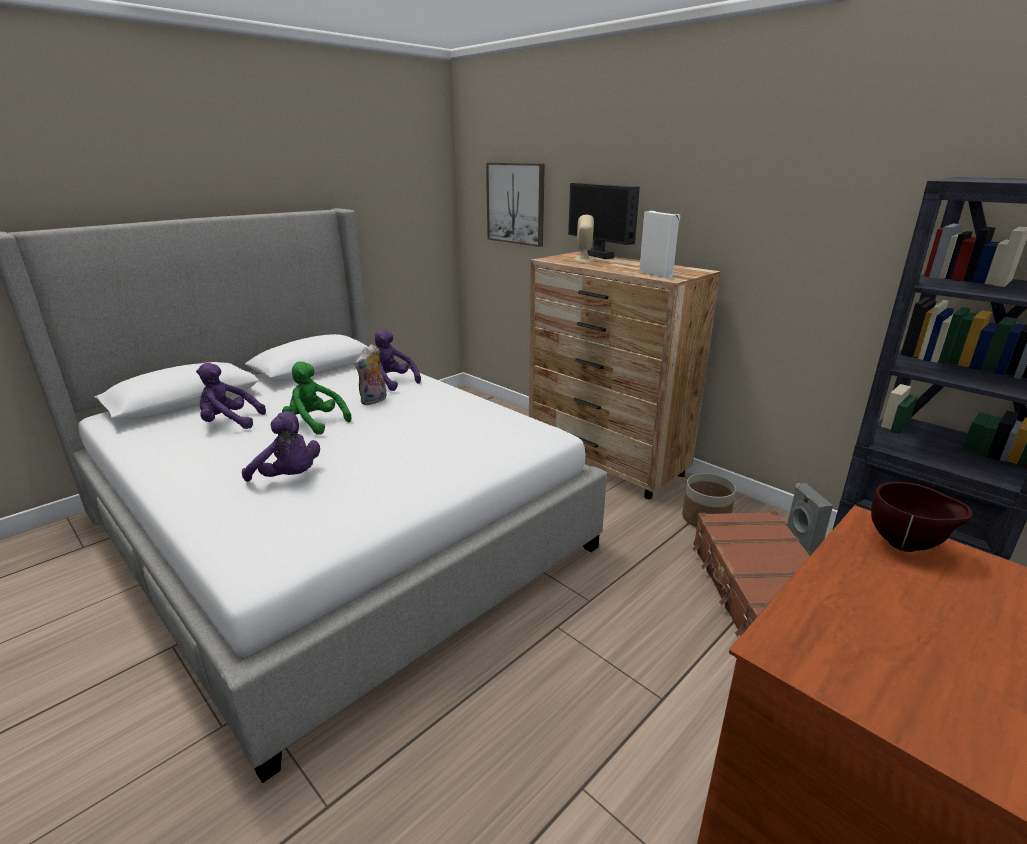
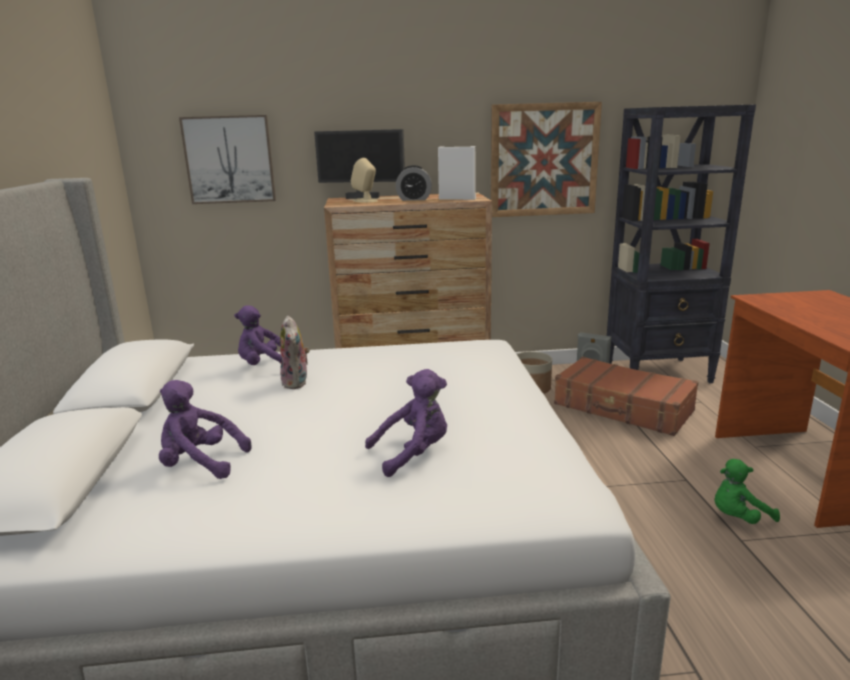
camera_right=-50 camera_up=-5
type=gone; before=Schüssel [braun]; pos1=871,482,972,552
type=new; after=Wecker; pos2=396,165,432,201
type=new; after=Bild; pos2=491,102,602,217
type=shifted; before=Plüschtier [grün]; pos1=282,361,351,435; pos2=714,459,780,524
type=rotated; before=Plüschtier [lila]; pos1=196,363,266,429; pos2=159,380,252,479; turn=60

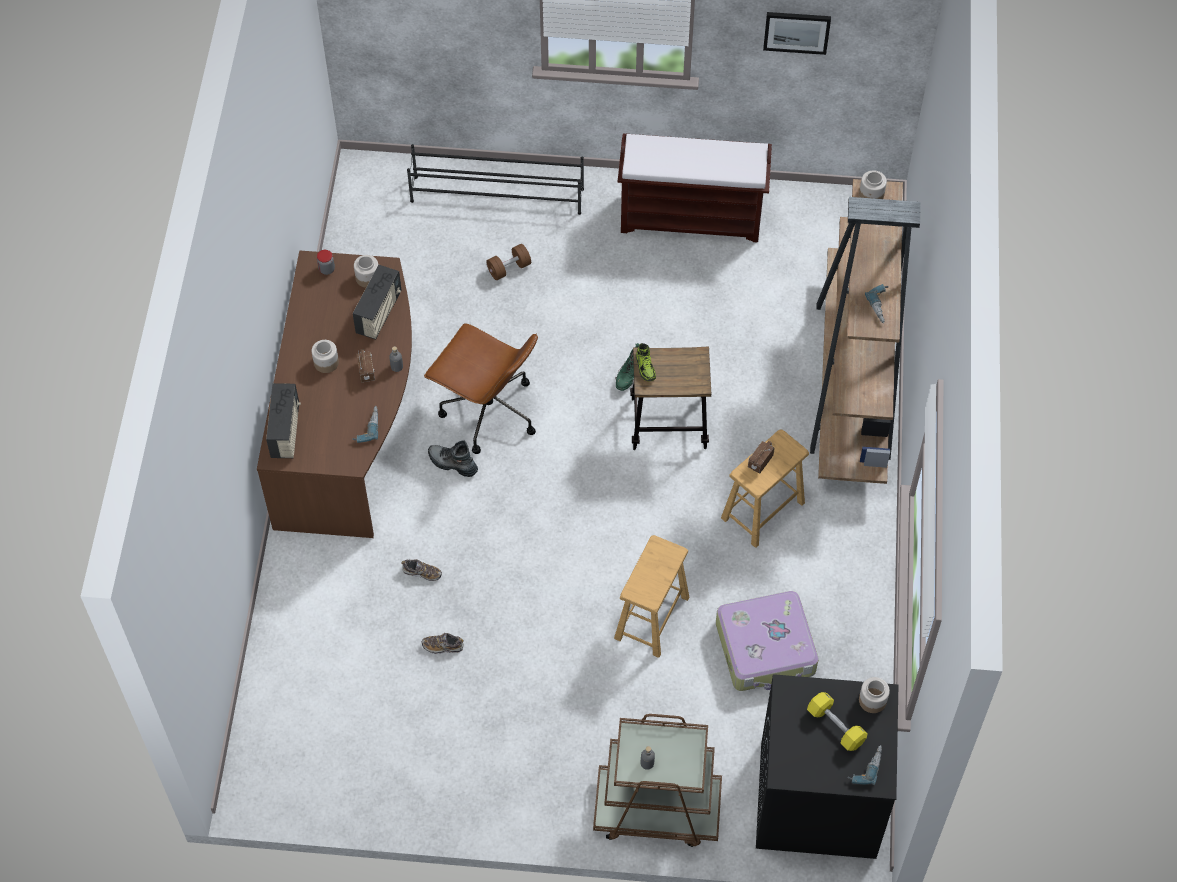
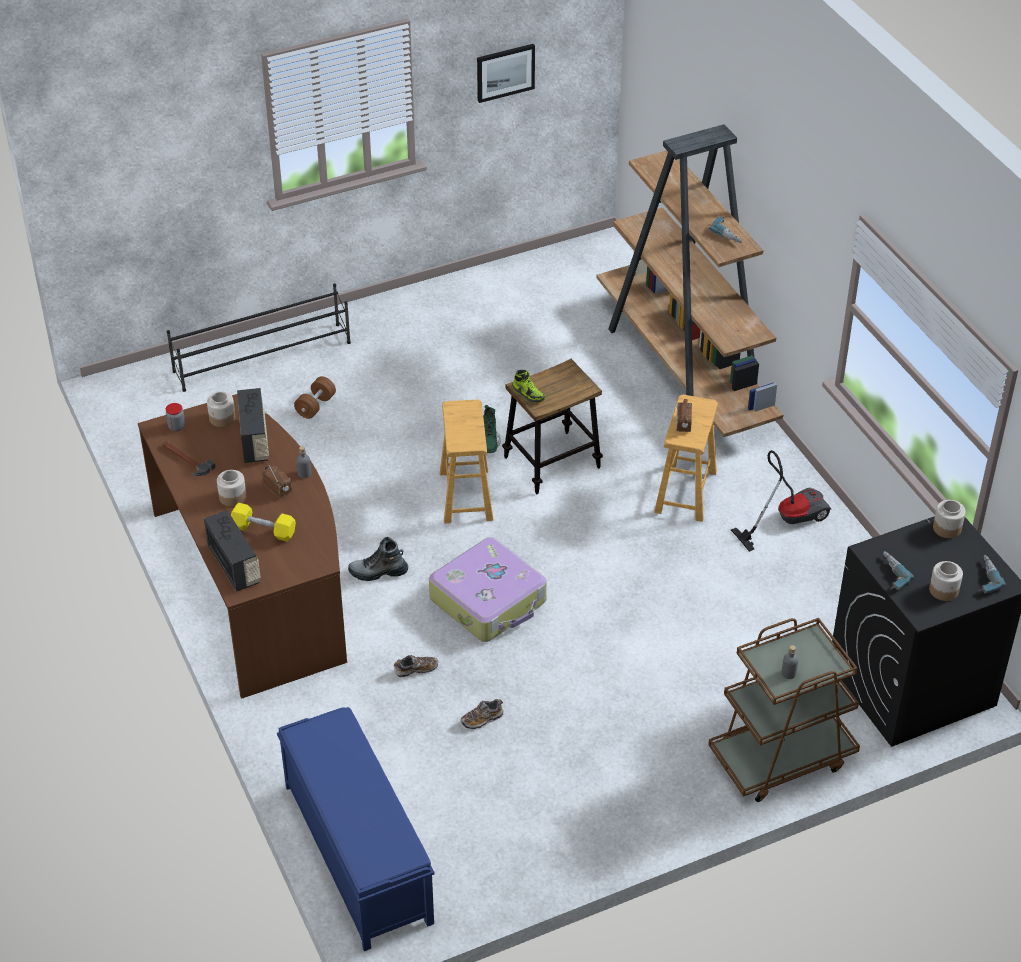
camera_right=-30 camera_up=-15
type=gone; before=Bürostuhl [braun]; pos1=424,323,538,454
type=gone; before=Bank [braun]; pos1=618,134,772,243
type=new; after=Hammer; pos2=163,441,216,476
type=new; after=Bank [blau]; pos2=277,707,435,951
type=new; after=Staubsauger; pos2=731,450,831,552
type=shifted; before=Bohrmaschine; pos1=352,406,378,443; pos2=883,551,914,590
type=shifted; before=Hocker [braun]; pos1=614,535,689,658; pos2=440,399,493,524
type=shifted; before=Koffer; pos1=716,591,819,691; pos2=429,537,547,642
type=shifted; before=Hantel [gelb]; pos1=807,692,868,751; pos2=231,502,296,542
type=shifted; before=Vorratsglas; pos1=859,170,887,199; pos2=929,561,963,601

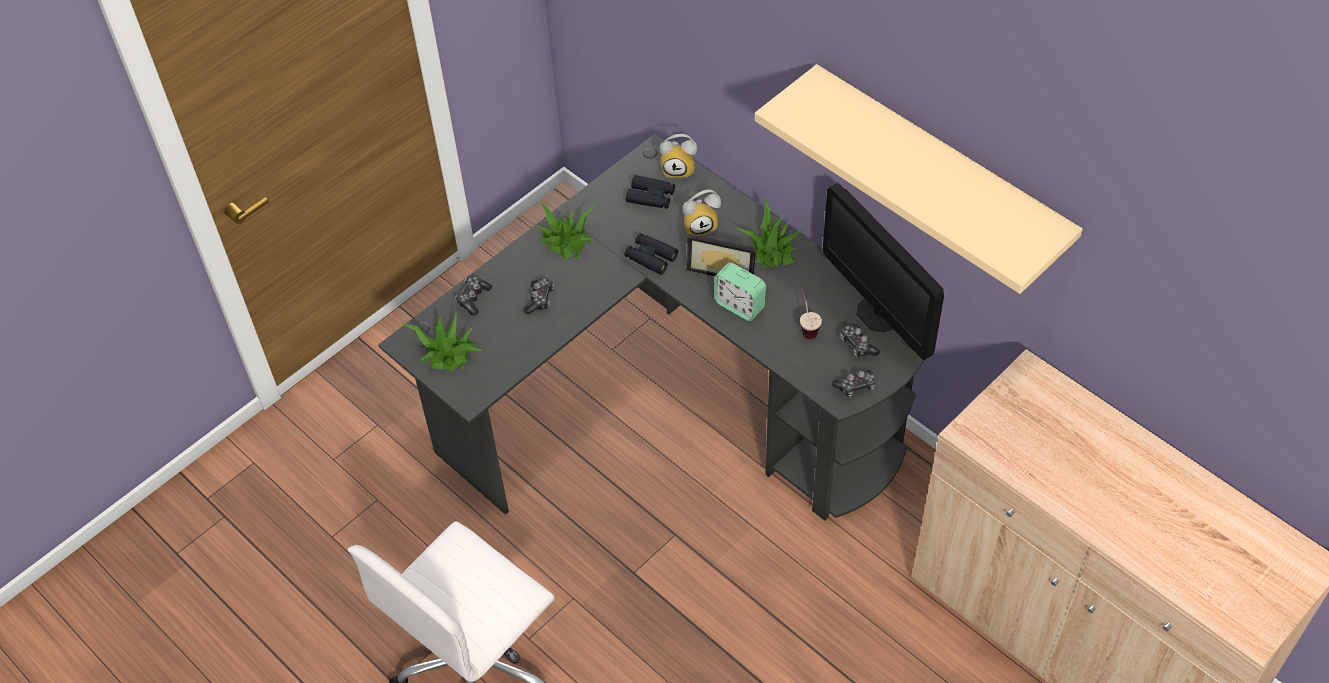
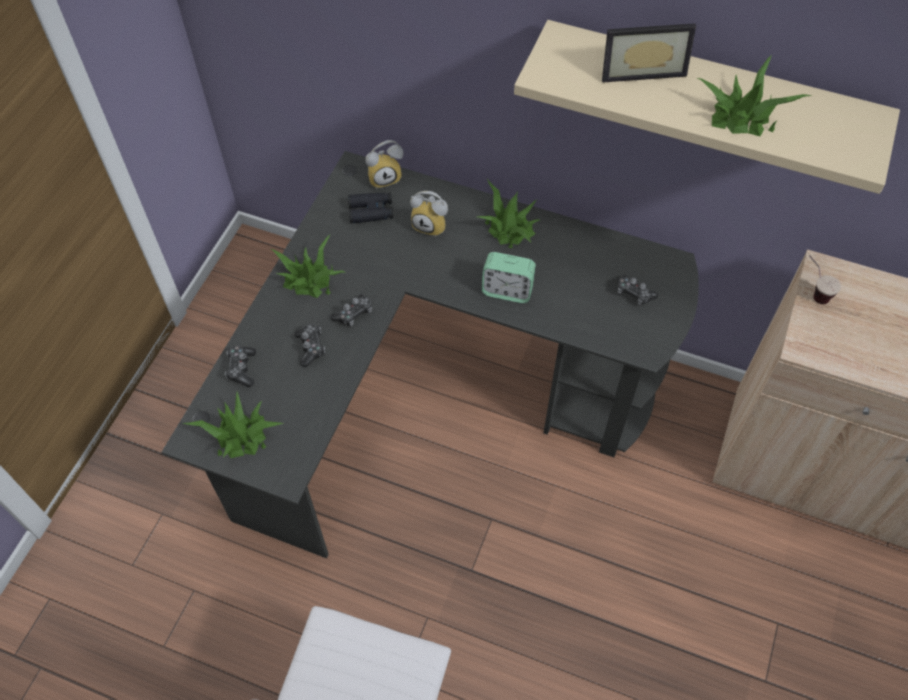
camera_right=-25 camera_up=5
type=gone; before=Fernglas [schwarz]; pos1=624,233,678,275
type=gone; before=Monitor; pos1=823,183,944,360
type=new; after=Topfpflanze; pos2=697,55,812,136
type=shifted; before=Bilderrahmen; pos1=686,234,756,276; pos2=602,23,696,82
type=shifted; before=Tasse; pos1=800,290,822,339; pos2=809,255,841,304
type=shifted; before=Gamepad; pos1=832,370,876,398; pos2=331,294,372,327
type=rotated; before=Wecker; pos1=682,189,721,236; pos2=410,191,448,237; turn=60

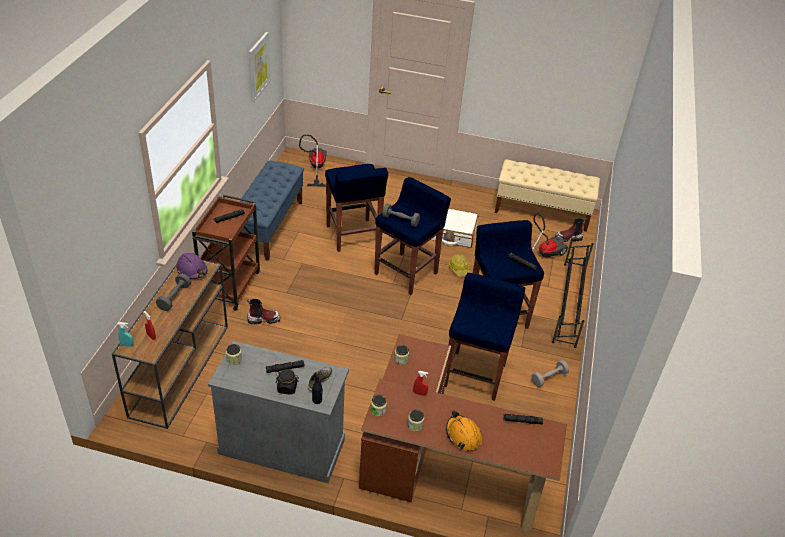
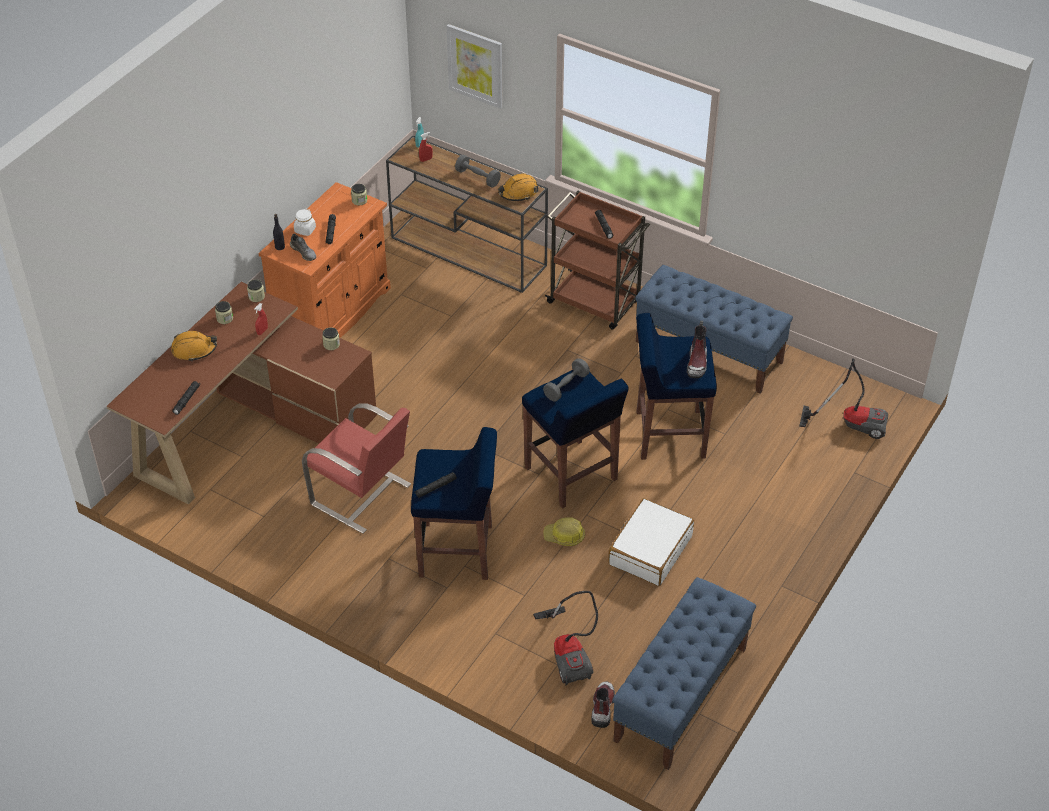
camera_right=110 camera_up=5
type=gone; before=Hantel [grau]; pos1=531,360,569,387
type=gone; before=Schuhregal [schwarz]; pos1=552,238,594,348
type=shifted; before=Stiefel; pos1=247,299,280,324; pos2=687,321,707,378
type=shifted; before=Bild; pos1=249,32,271,102; pos2=446,24,503,109
type=swapped; before=Hocker [blau]; after=Stuhl [rot]; pos1=445,273,525,401; pos2=302,403,411,534
type=repainted; before=Schutzhelm [lila]; after=Schutzhelm [orange]; pos1=176,253,208,279; pos2=498,173,538,201
type=repainted; before=Schrank [grau]; after=Schrank [orange]; pos1=208,341,349,483; pos2=259,182,391,338
type=repainted; before=Vorratsglas [schwarz]; after=Vorratsglas [weiß]; pos1=276,369,299,395; pos2=294,208,316,236
type=repainted; before=Bank [beige]; after=Bank [blau]; pos1=495,159,600,232; pos2=613,577,756,770

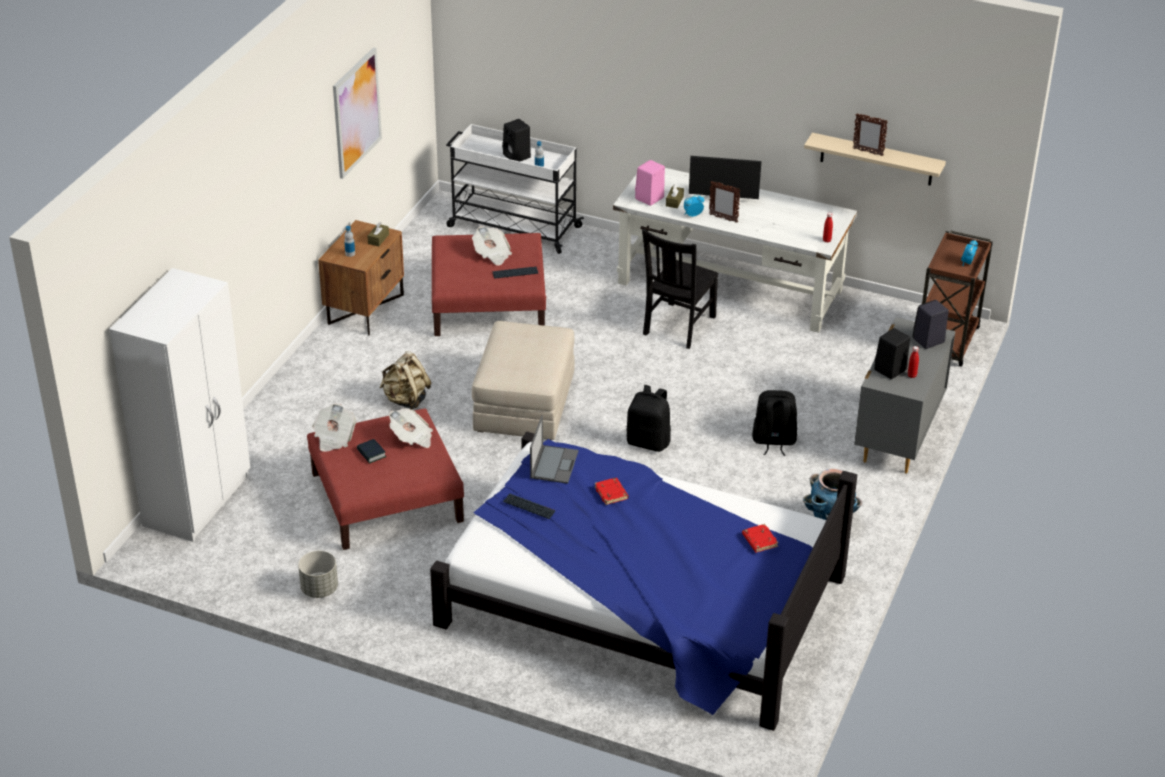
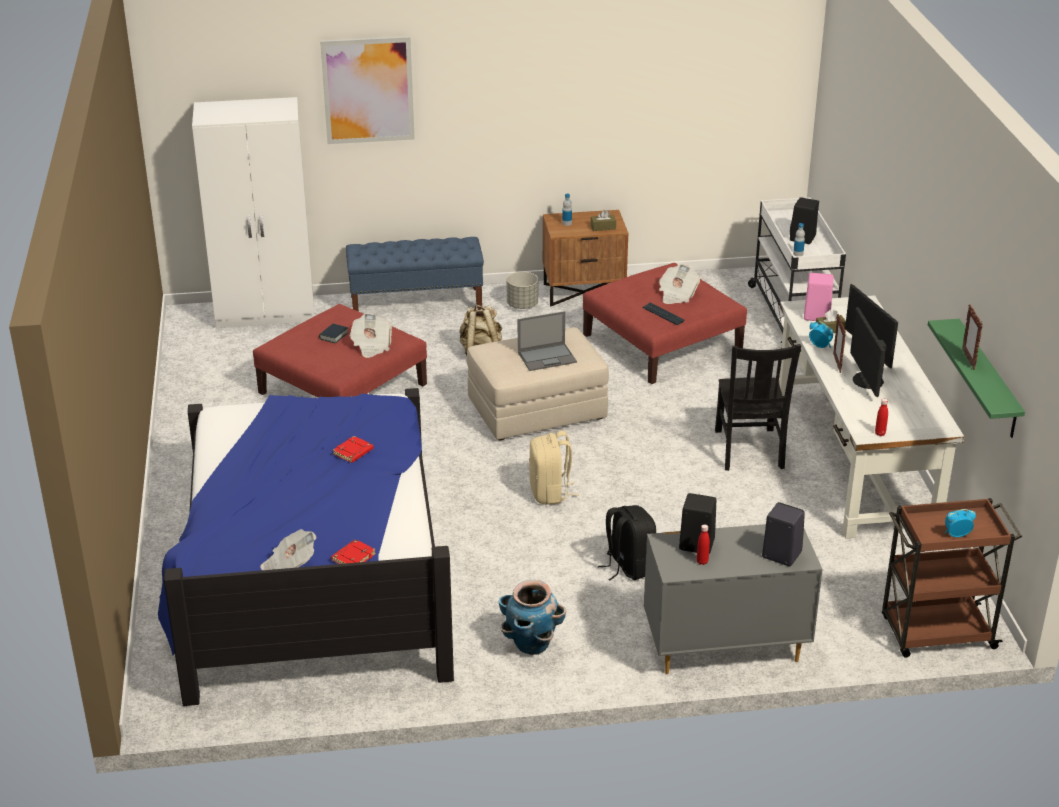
camera_right=60 camera_up=-5
type=gone; before=Tastatur; pos1=503,493,555,519
type=new; after=Bank [blau]; pos2=346,237,484,312
type=new; after=Monitor; pos2=850,307,886,397
type=shifted; before=Pflanzkübel [grau]; pos1=298,551,338,598; pos2=507,272,538,309
type=shifted; before=Zeitung; pos1=313,403,356,452; pos2=260,529,317,570
type=shifted; before=Bild; pos1=333,47,382,179; pos2=320,36,415,144
type=shifted; before=Laptop; pos1=530,415,579,484; pos2=518,311,577,371
type=repainted; before=Rucksack [schwarz]; after=Rucksack [beige]; pos1=626,385,671,452; pos2=529,431,579,505
type=repainted; before=Wandregal [beige]; after=Wandregal [grün]; pos1=804,133,946,186; pos2=928,319,1025,438
type=rotated; before=Stuhl [schwarz]; pos1=642,229,718,349; pos2=715,344,801,471; turn=-90

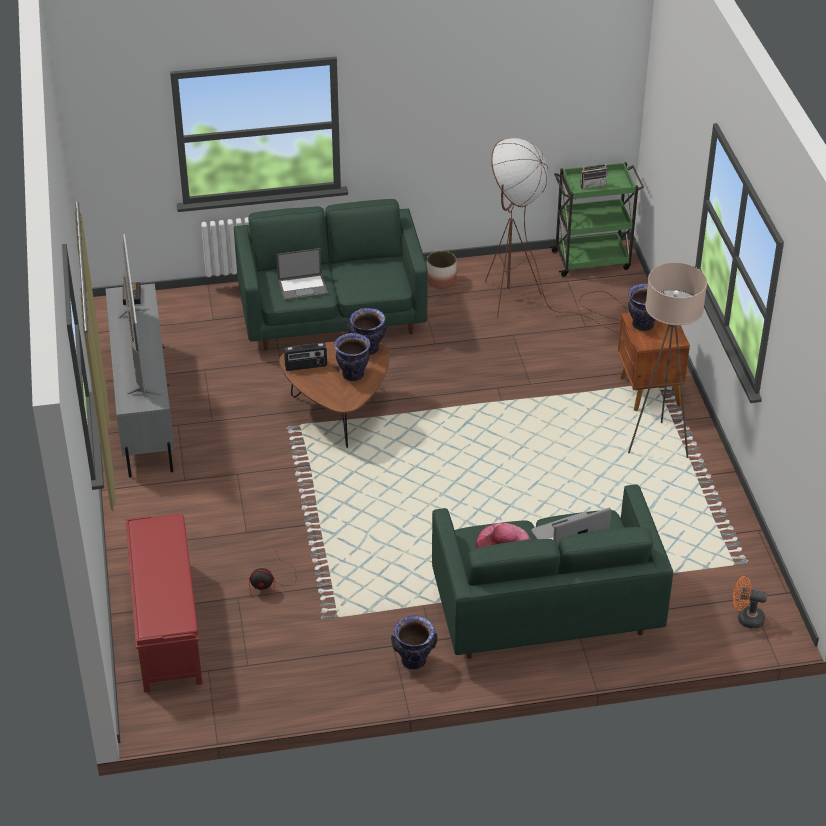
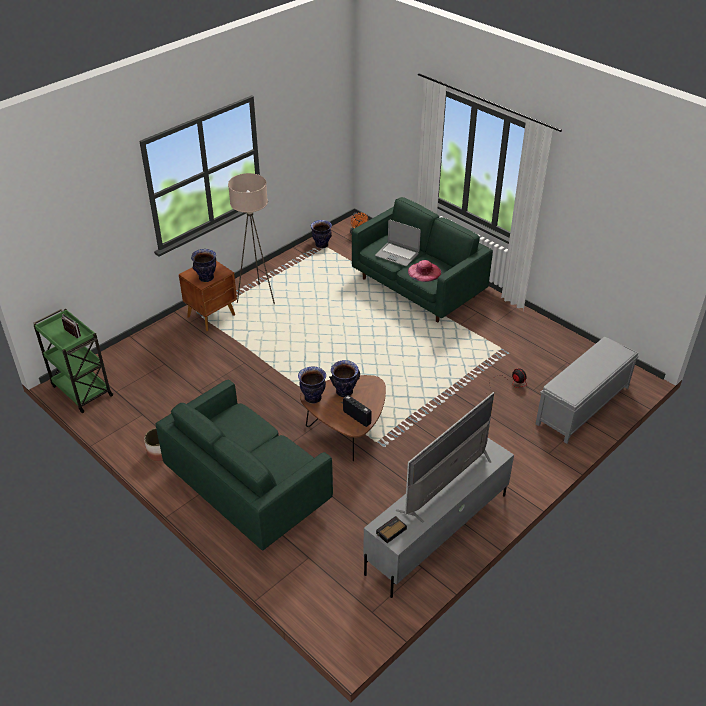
camera_right=-125 camera_up=0
type=gone; before=Laptop; pos1=277,248,328,301
type=gone; before=Stehlampe [braun]; pos1=485,138,629,334
type=shifted; before=Vase; pos1=391,616,438,670; pos2=311,220,332,248
type=repainted; before=Bank [rot]; after=Bank [grau]; pos1=125,514,203,692; pos2=536,337,639,444

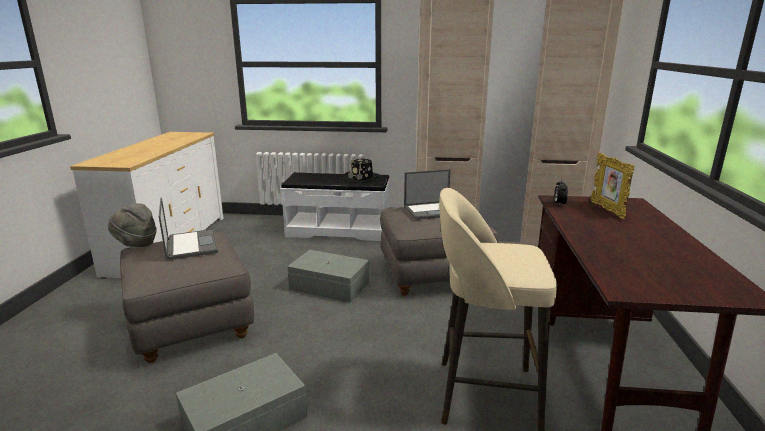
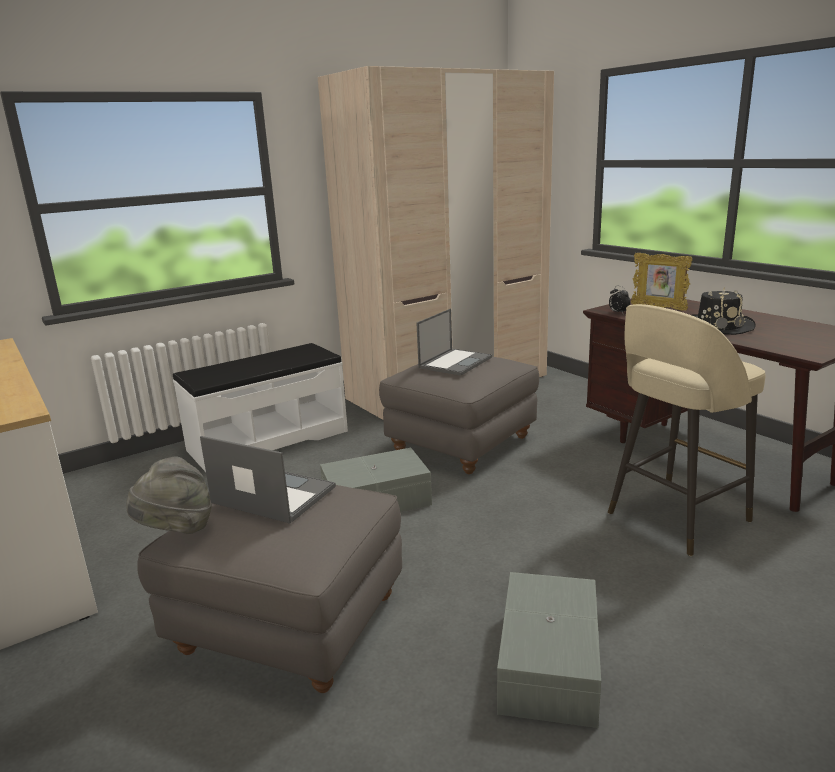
camera_right=-40 camera_up=0
type=shifted; before=Hut [schwarz]; pos1=343,157,380,183; pos2=692,287,755,335

